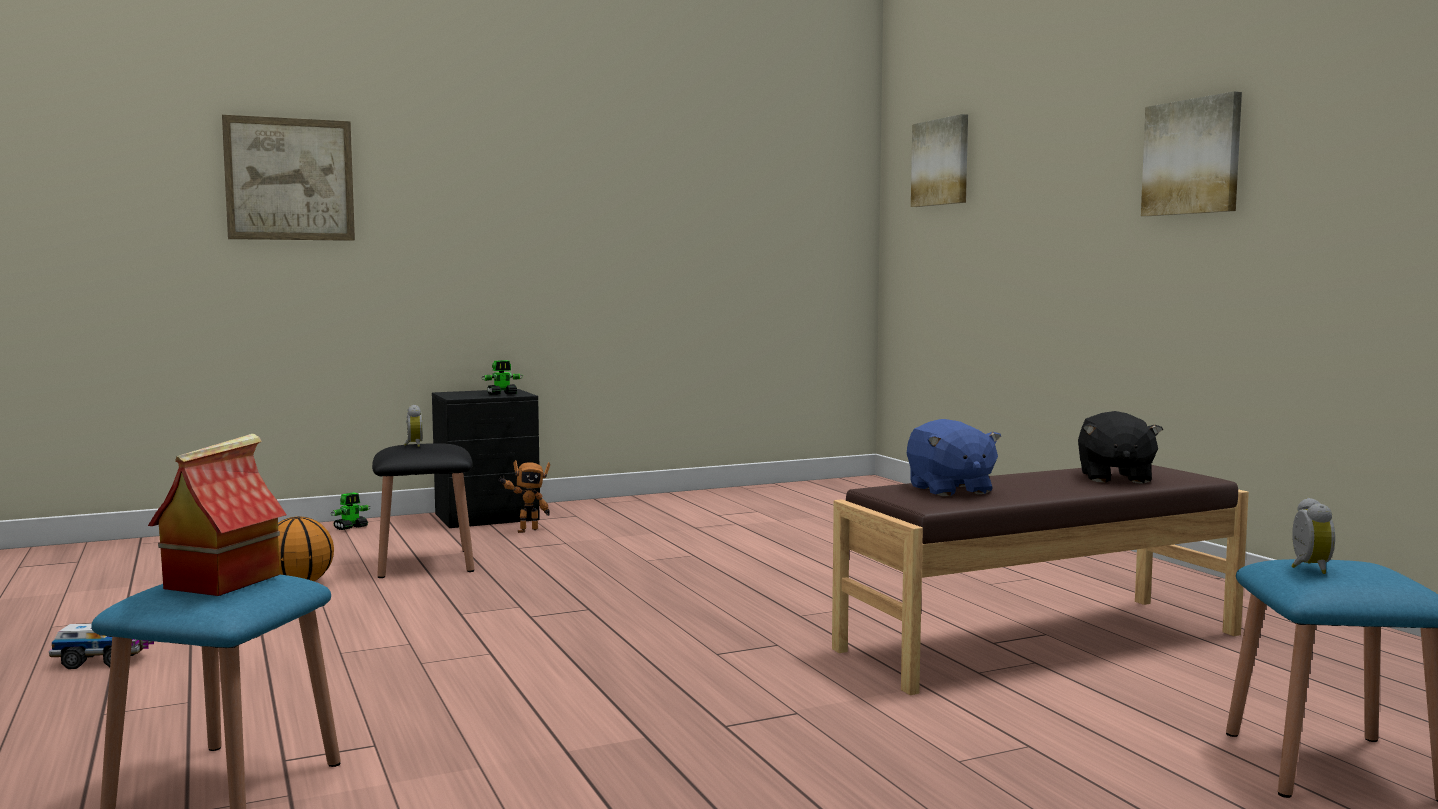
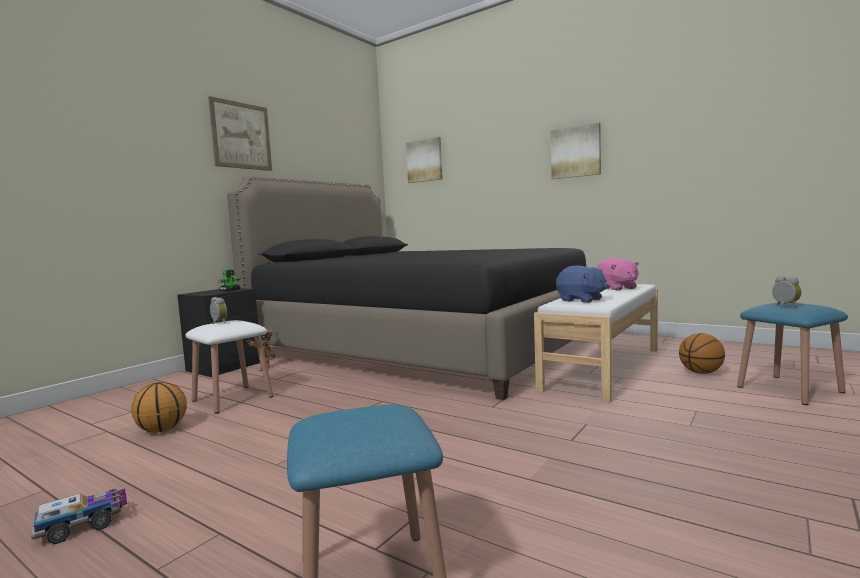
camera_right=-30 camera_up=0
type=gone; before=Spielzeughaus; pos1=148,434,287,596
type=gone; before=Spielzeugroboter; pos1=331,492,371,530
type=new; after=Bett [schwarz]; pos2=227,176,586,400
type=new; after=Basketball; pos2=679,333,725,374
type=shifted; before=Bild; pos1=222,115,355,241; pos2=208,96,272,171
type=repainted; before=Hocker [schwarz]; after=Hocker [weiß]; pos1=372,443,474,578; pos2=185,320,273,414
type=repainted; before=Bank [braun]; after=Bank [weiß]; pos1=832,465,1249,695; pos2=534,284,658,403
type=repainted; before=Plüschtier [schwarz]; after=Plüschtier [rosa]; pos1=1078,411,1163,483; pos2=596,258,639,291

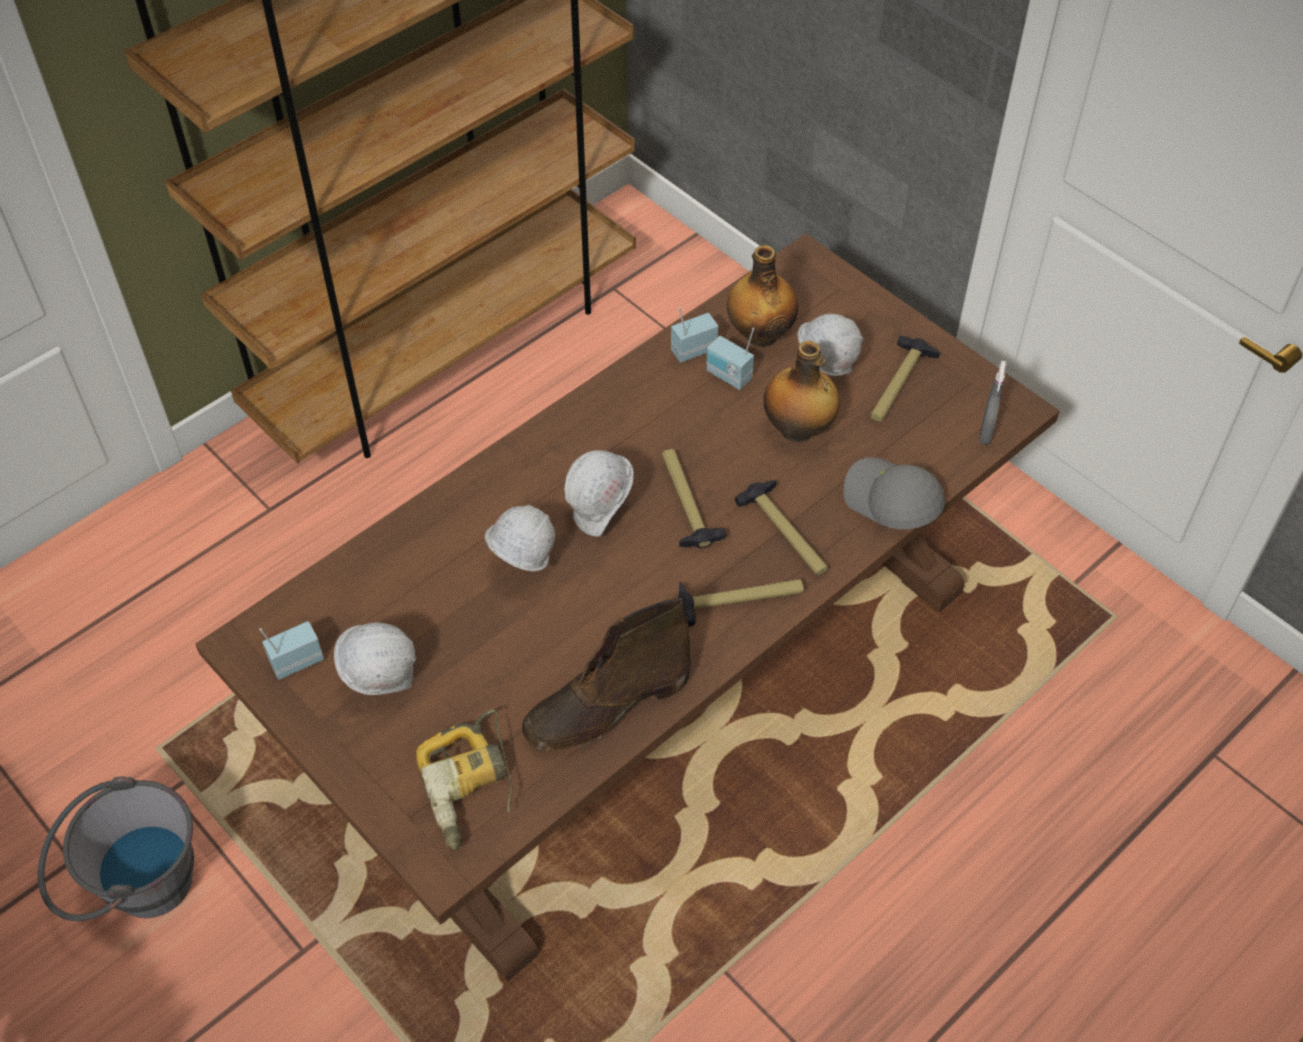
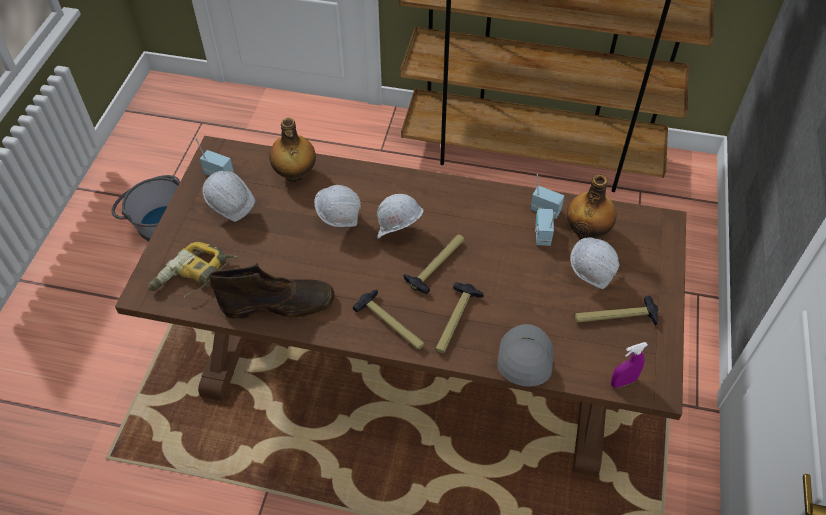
camera_right=55 camera_up=0
type=shifted; before=Flasche; pos1=763,341,840,442; pos2=269,118,316,182
type=repainted; before=Sprühflasche [grau]; after=Sprühflasche [lila]; pos1=979,361,1006,445; pos2=611,342,648,388
type=rotated; before=Stiefel [braun]; pos1=522,598,691,752; pos2=209,264,335,319; turn=150

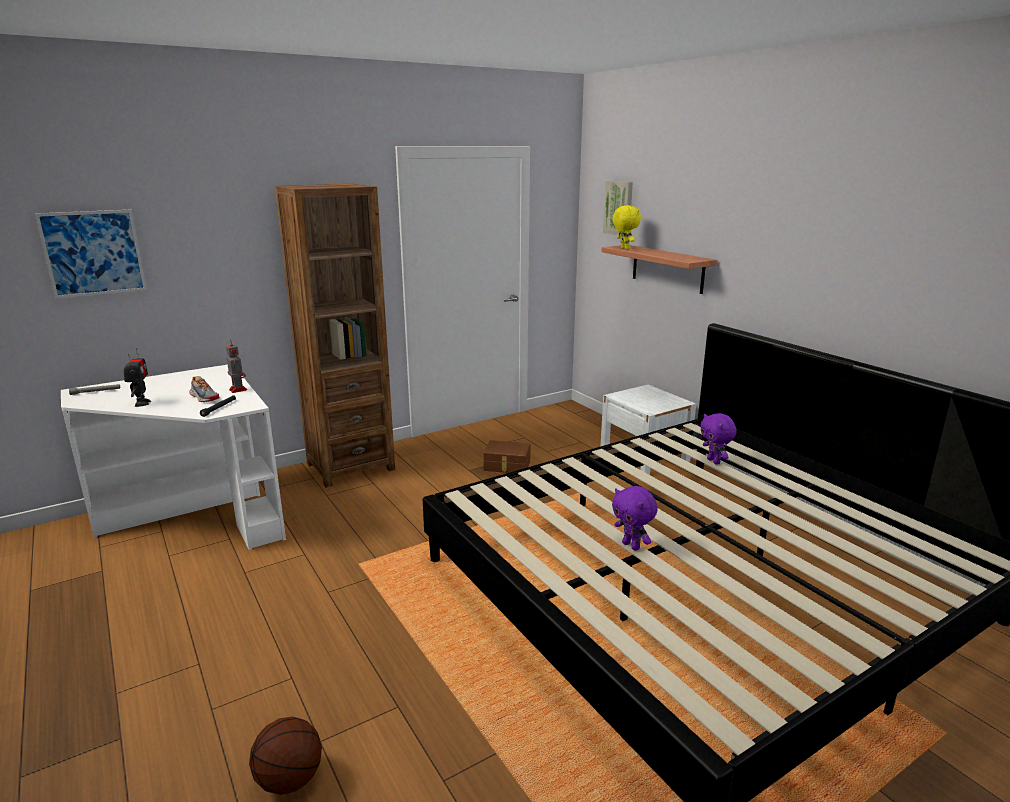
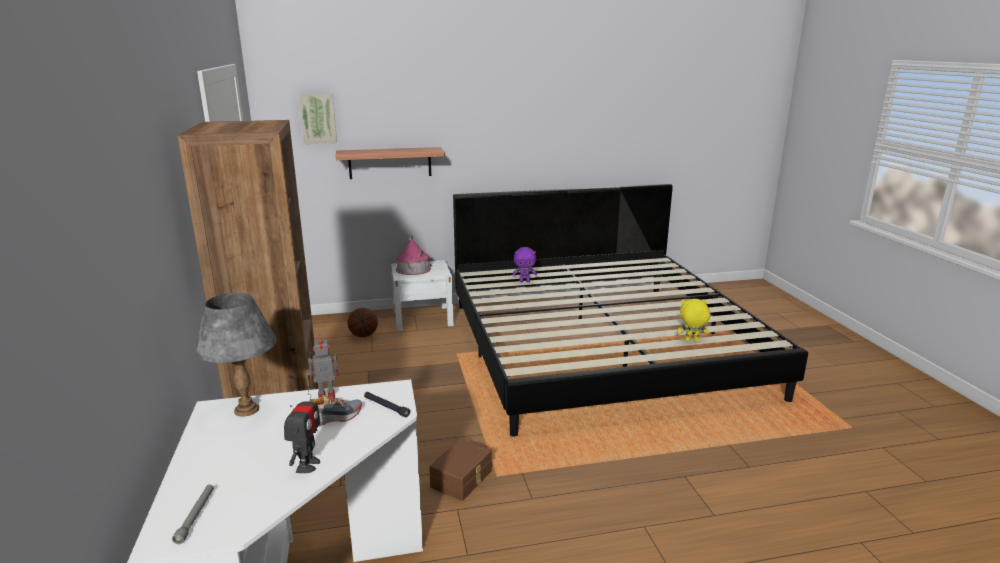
camera_right=-70 camera_up=0
type=gone; before=Bild; pos1=35,210,147,299
type=gone; before=Plüschtier [lila]; pos1=612,486,658,551
type=new; after=Tischlampe [grau]; pos2=195,293,276,417
type=new; after=Spielzeughaus; pos2=396,235,433,275
type=shifted; before=Basketball; pos1=249,717,322,795; pos2=348,308,378,337
type=shifted; before=Aufbewahrungsbox [braun]; pos1=483,440,531,473; pos2=429,439,492,501
type=shifted; before=Plüschtier [gelb]; pos1=612,205,641,250; pos2=677,299,710,341
type=rotated; before=Spielzeugroboter; pos1=124,348,151,407; pos2=284,386,320,473; turn=90

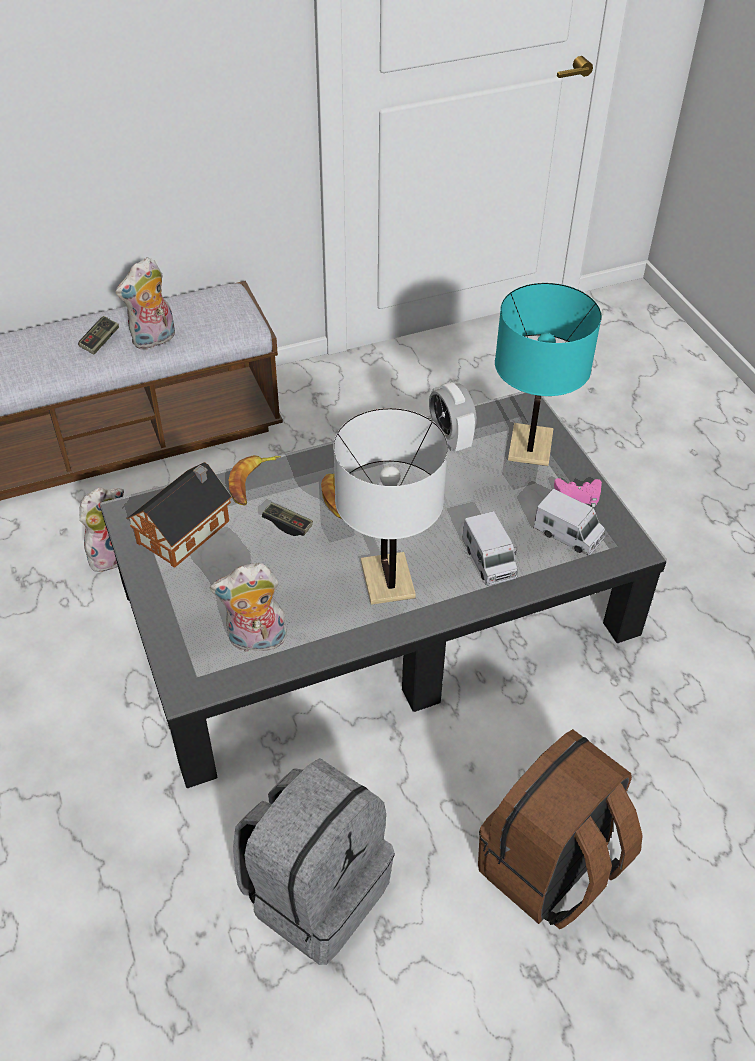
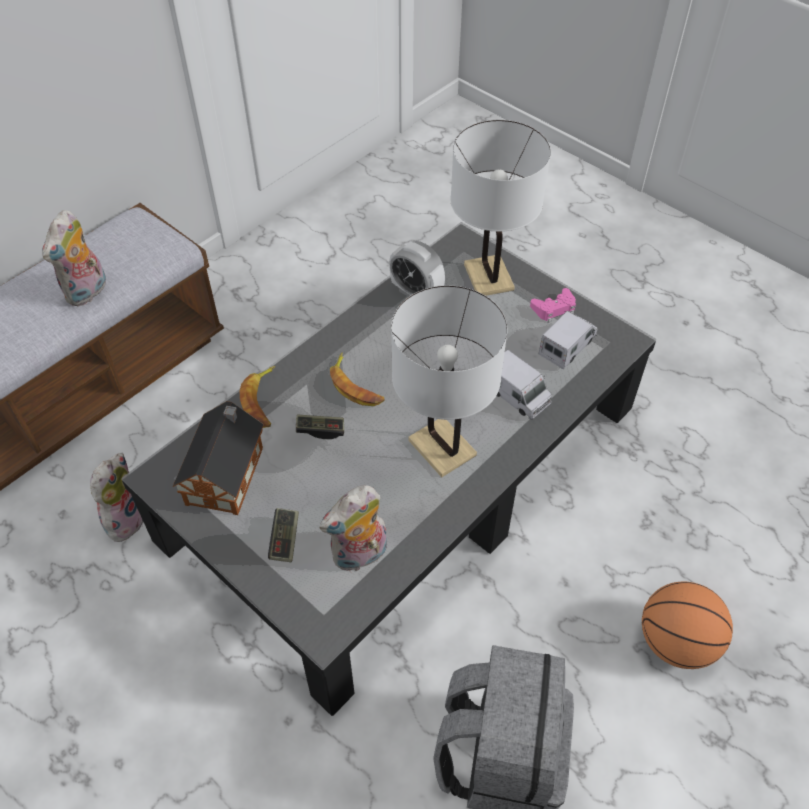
camera_right=-25 camera_up=5
type=shifted; before=Gamepad; pos1=78,316,119,355; pos2=268,508,299,562
type=swapped; before=Rucksack [braun]; after=Basketball; pos1=478,729,643,929; pos2=642,582,733,669
type=repainted; before=Tischlampe [türkis]; after=Tischlampe [weiß]; pos1=495,283,601,466; pos2=450,120,551,296
type=rotated; before=Spielzeuglaster; pos1=534,489,605,555; pos2=538,311,598,369; turn=-60

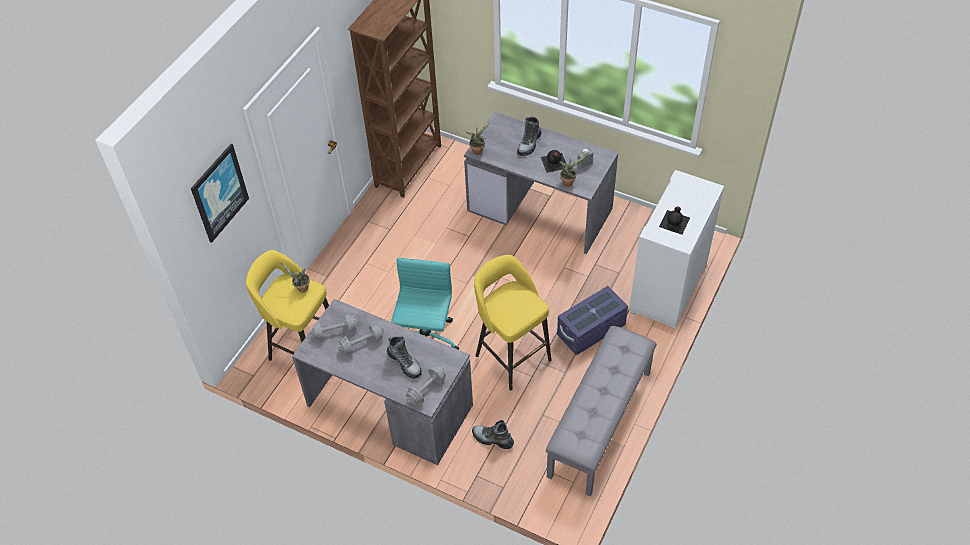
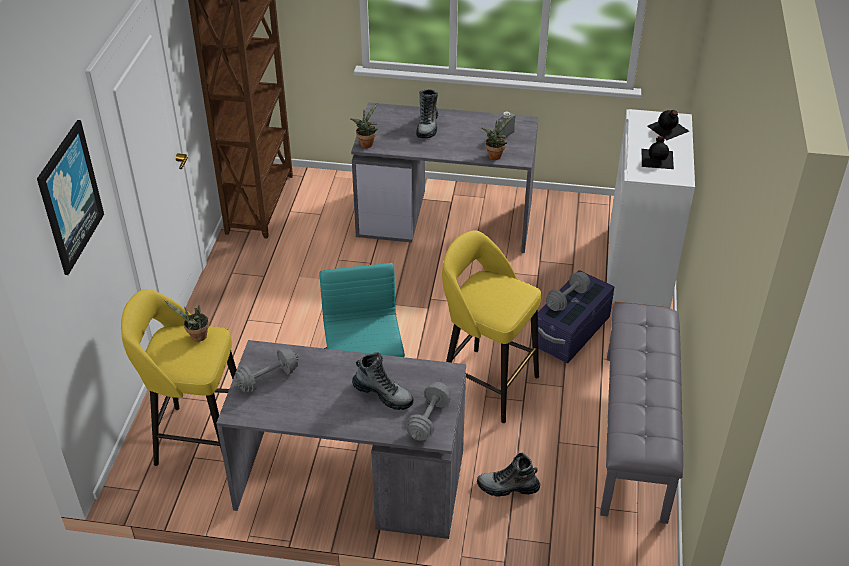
camera_right=-20 camera_up=-10
type=shifted; before=Hantel [grau]; pos1=338,325,384,354; pos2=546,272,590,311
type=shifted; before=Flasche [schwarz]; pos1=541,150,566,173; pos2=647,110,689,140

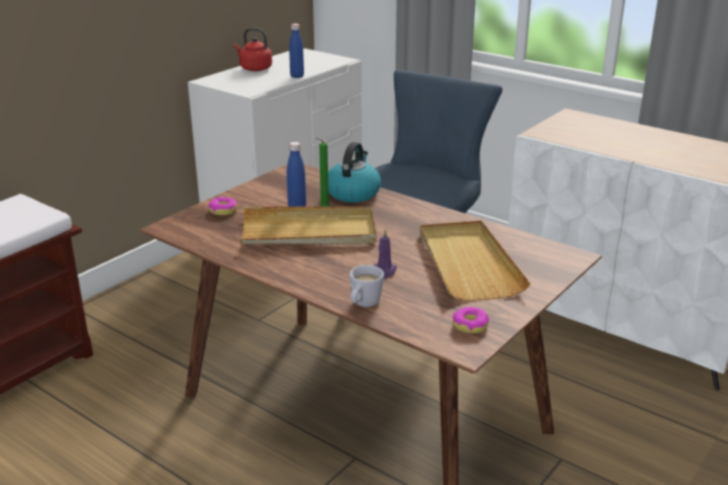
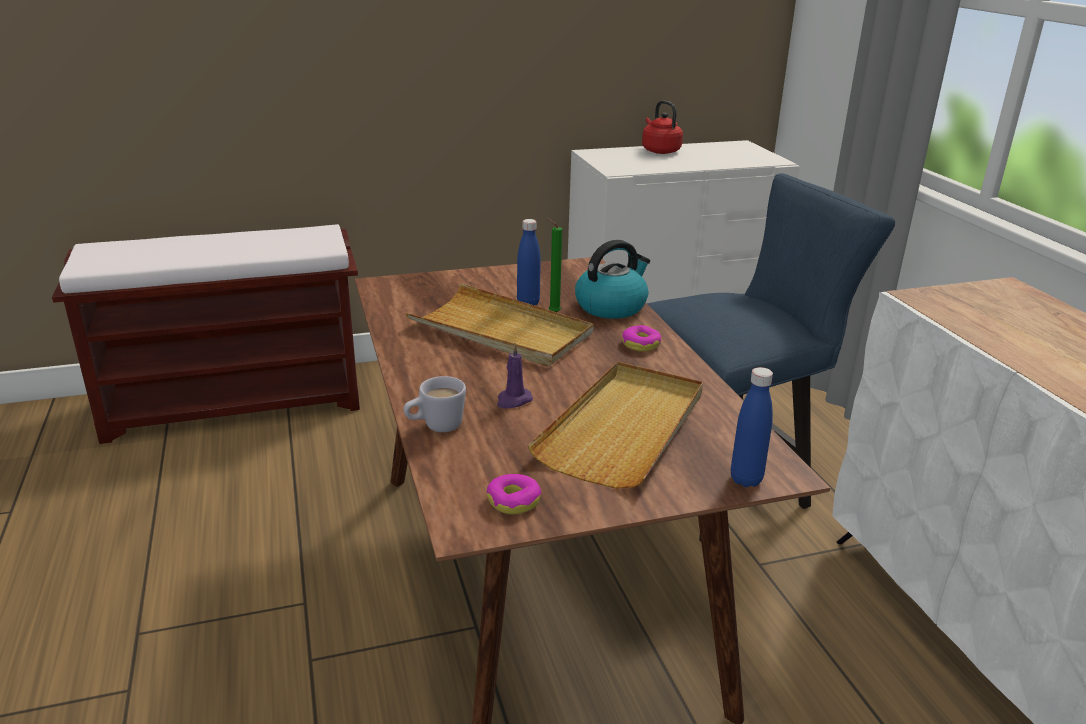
camera_right=35 camera_up=0
type=shifted; before=Donut; pos1=208,197,238,215; pos2=622,325,661,352
type=shifted; before=Flasche [blau]; pos1=289,24,304,78; pos2=731,367,773,487

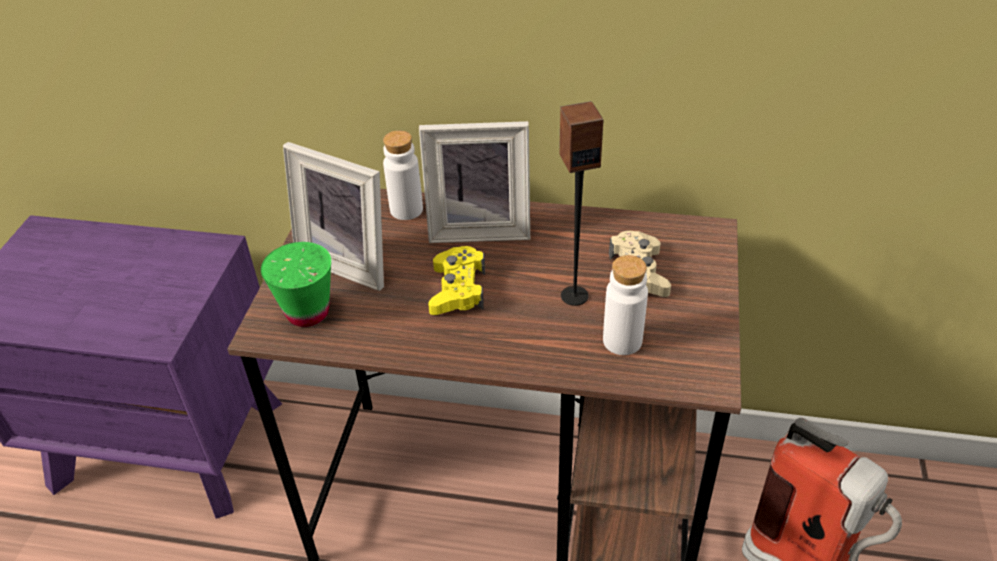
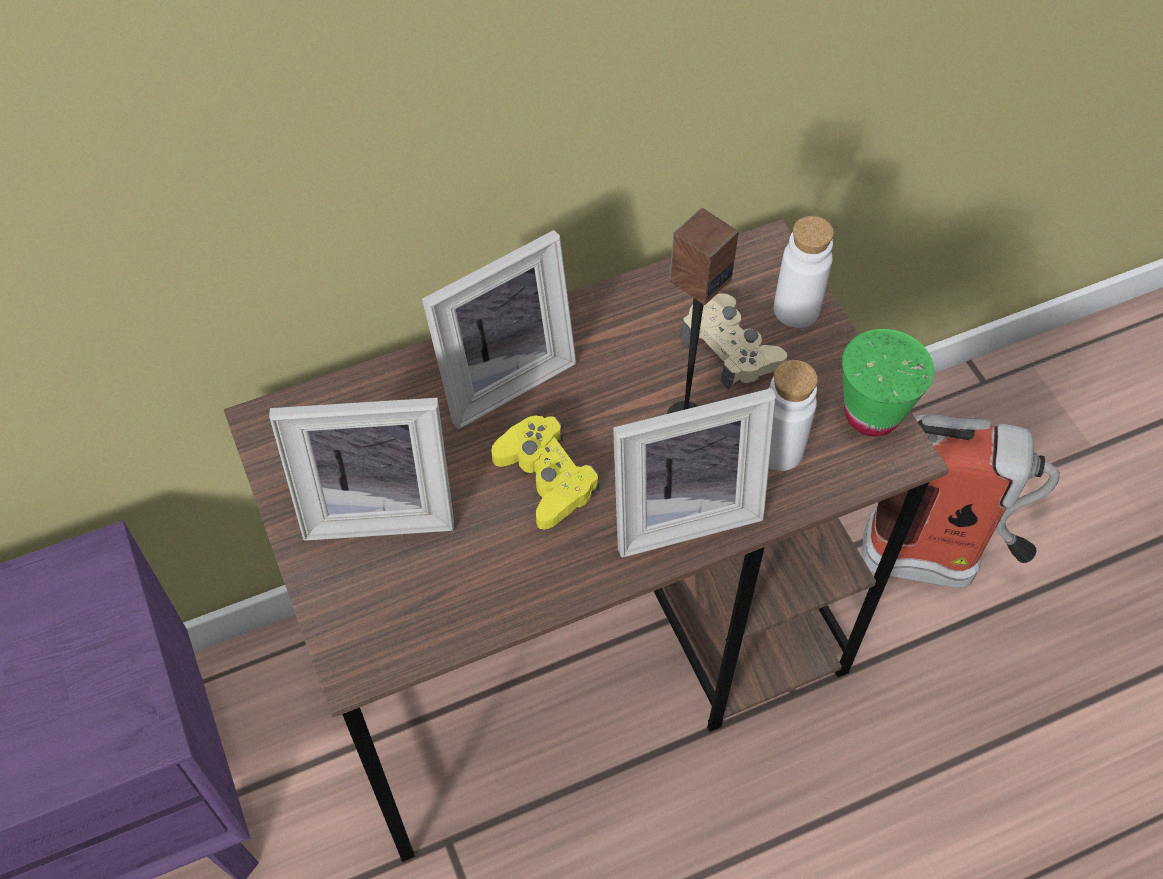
camera_right=-35 camera_up=15
type=new; after=Bilderrahmen; pos2=613,388,776,557
type=shifted; before=Tasse [grün]; pos1=261,242,331,327; pos2=842,329,934,436
type=shifted; before=Flasche [weiß]; pos1=383,130,423,220; pos2=773,216,834,328

